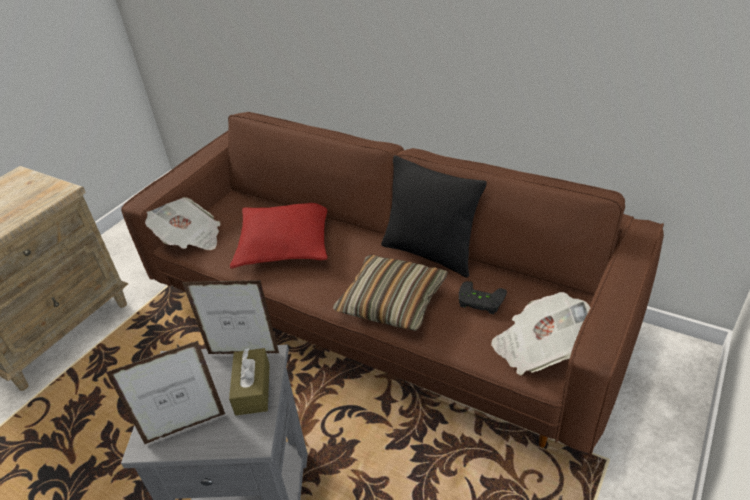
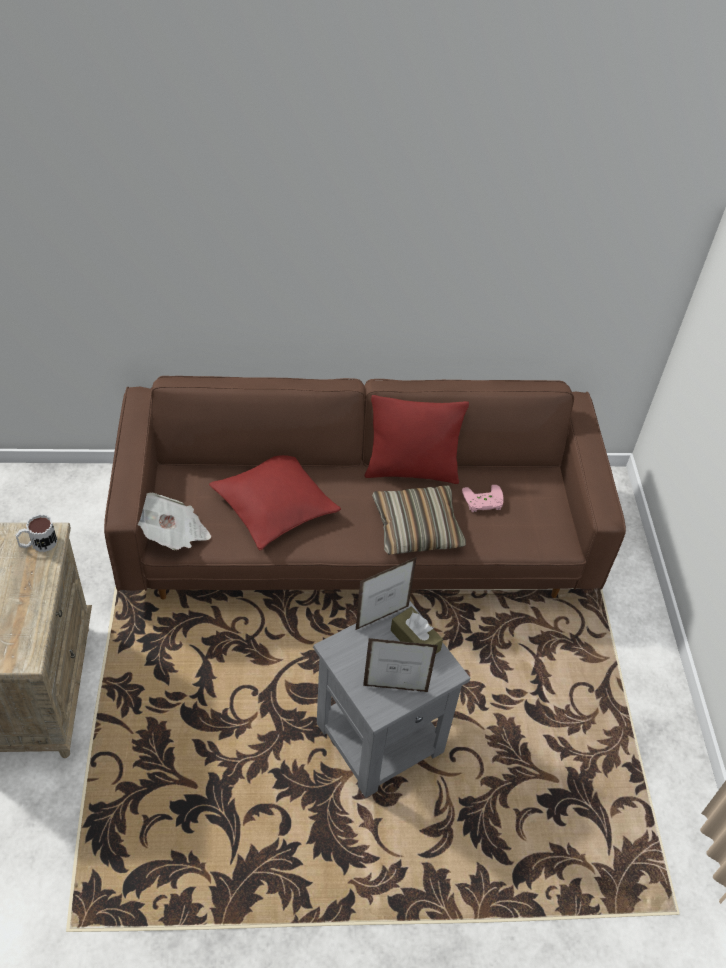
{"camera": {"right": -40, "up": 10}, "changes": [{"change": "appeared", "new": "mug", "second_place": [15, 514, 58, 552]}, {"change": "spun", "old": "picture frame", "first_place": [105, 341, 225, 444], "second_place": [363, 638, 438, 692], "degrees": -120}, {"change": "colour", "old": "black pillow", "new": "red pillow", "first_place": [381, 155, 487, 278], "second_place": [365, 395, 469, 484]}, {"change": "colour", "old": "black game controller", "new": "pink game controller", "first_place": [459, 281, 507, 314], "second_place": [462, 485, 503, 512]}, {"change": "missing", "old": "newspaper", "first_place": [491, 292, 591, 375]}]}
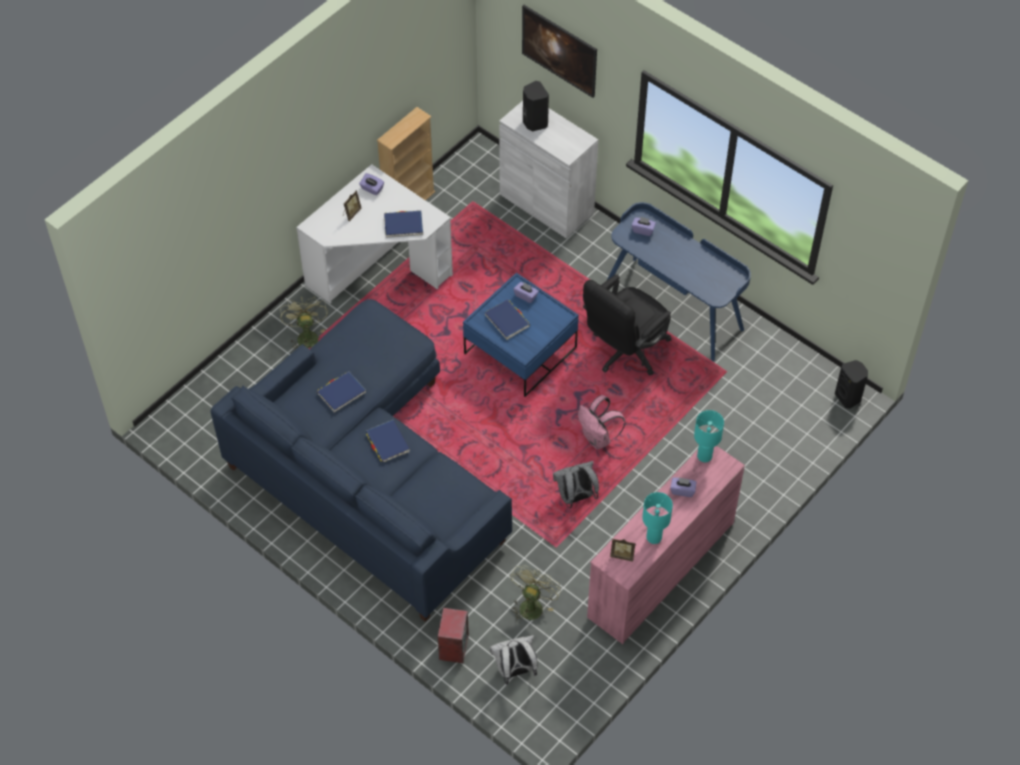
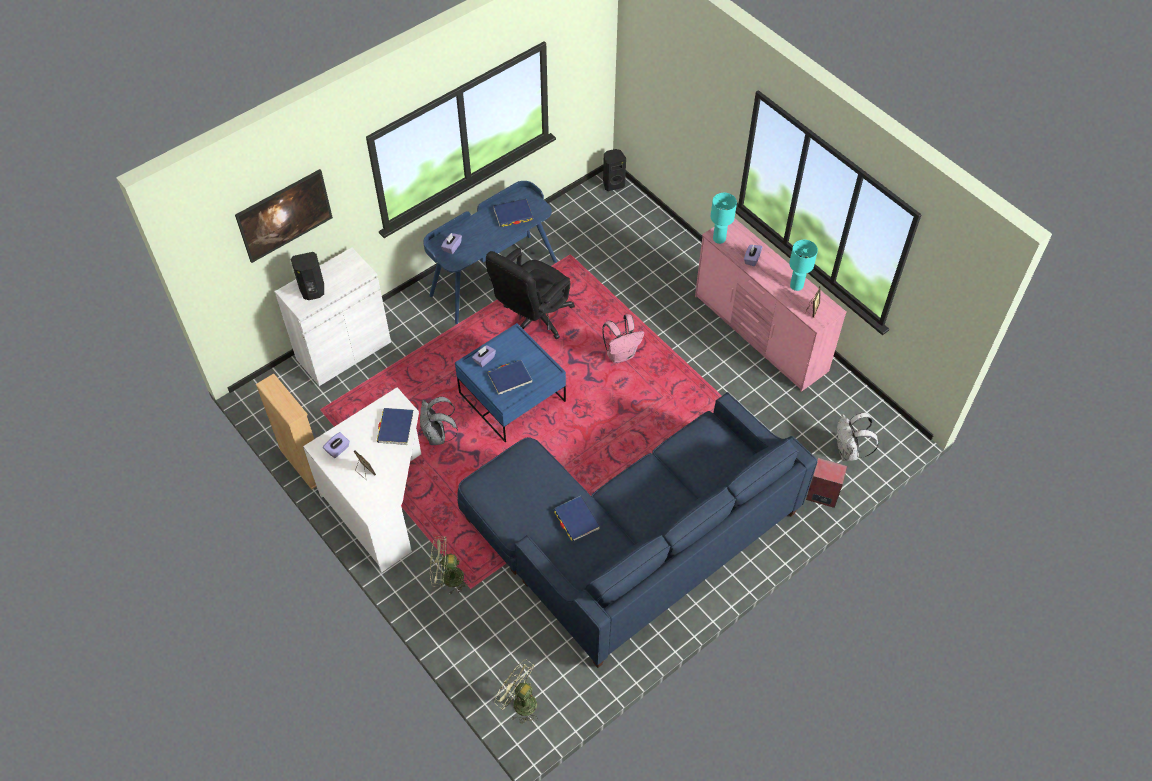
{"camera": {"right": -80, "up": 0}, "changes": [{"change": "relocated", "old": "grey backpack", "first_place": [553, 461, 599, 508], "second_place": [420, 397, 458, 445]}, {"change": "spun", "old": "black office chair", "first_place": [583, 275, 672, 375], "second_place": [486, 248, 575, 340], "degrees": 75}, {"change": "relocated", "old": "blue book", "first_place": [366, 419, 410, 463], "second_place": [493, 199, 533, 227]}, {"change": "relocated", "old": "green fan", "first_place": [510, 566, 561, 623], "second_place": [494, 660, 538, 724]}]}
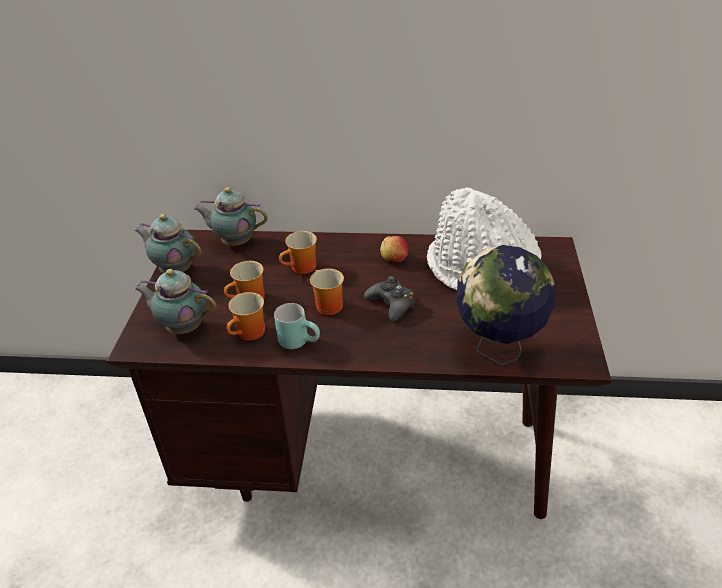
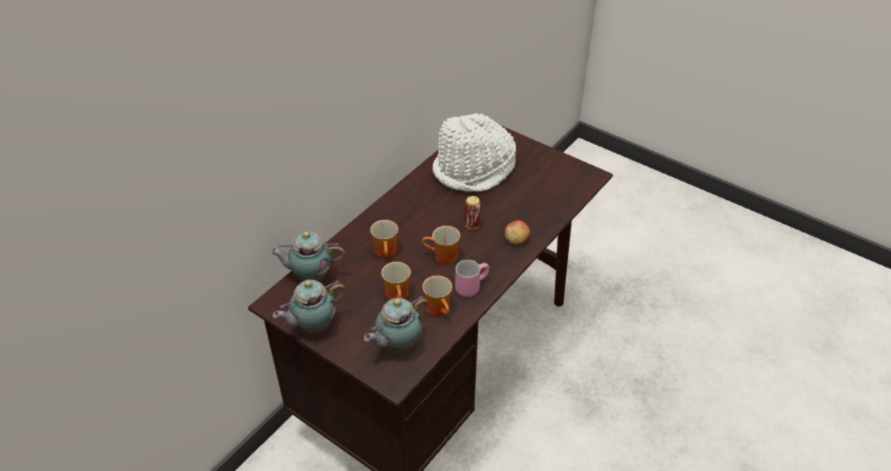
{"camera": {"right": -60, "up": 5}, "changes": [{"change": "spun", "old": "teapot", "first_place": [194, 187, 268, 246], "second_place": [270, 232, 345, 281], "degrees": 45}, {"change": "colour", "old": "turquoise mug", "new": "pink mug", "first_place": [274, 303, 320, 349], "second_place": [455, 260, 489, 297]}, {"change": "exchanged", "old": "black game controller", "new": "can", "first_place": [364, 276, 416, 321], "second_place": [464, 196, 481, 230]}, {"change": "relocated", "old": "apple", "first_place": [380, 236, 408, 262], "second_place": [504, 220, 530, 245]}, {"change": "missing", "old": "globe", "first_place": [457, 245, 556, 366]}]}
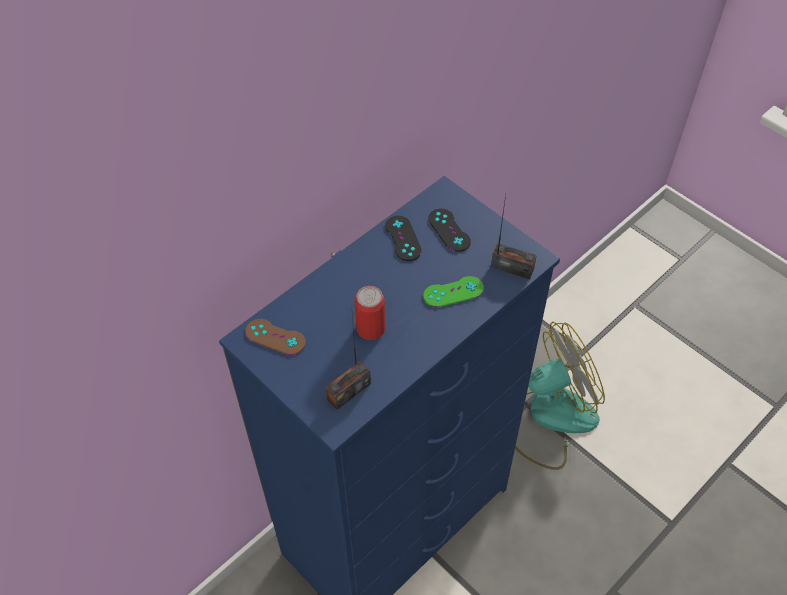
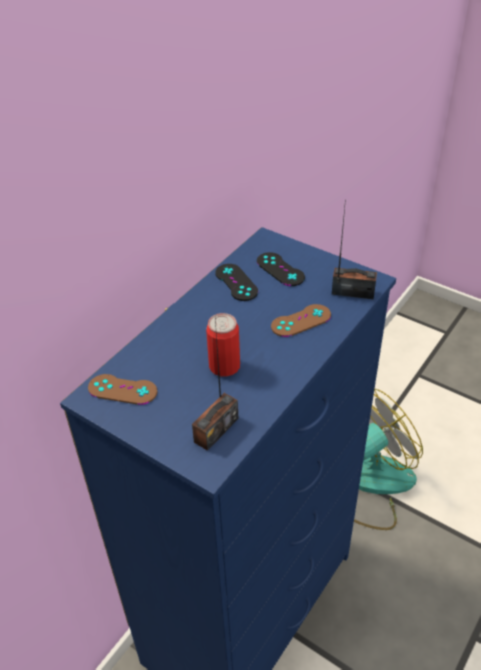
{"camera": {"right": -10, "up": -10}, "changes": [{"change": "colour", "old": "green game controller", "new": "brown game controller", "first_place": [423, 276, 484, 308], "second_place": [271, 304, 331, 337]}]}
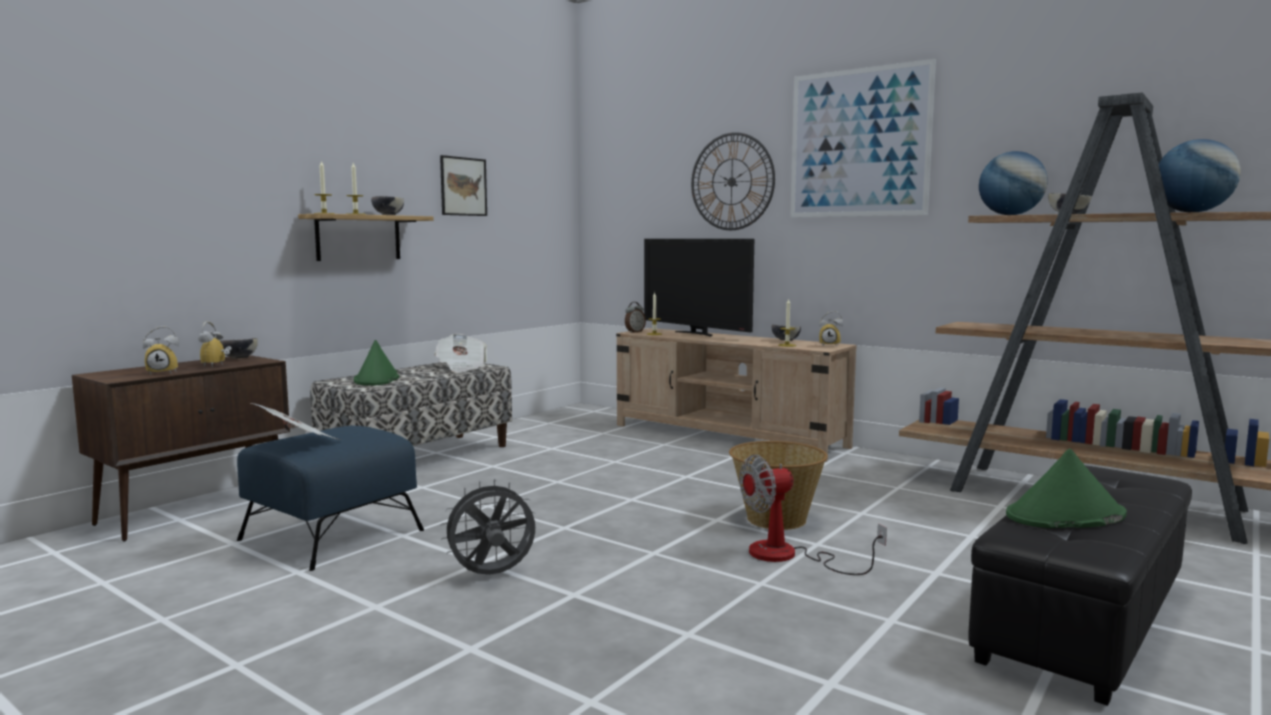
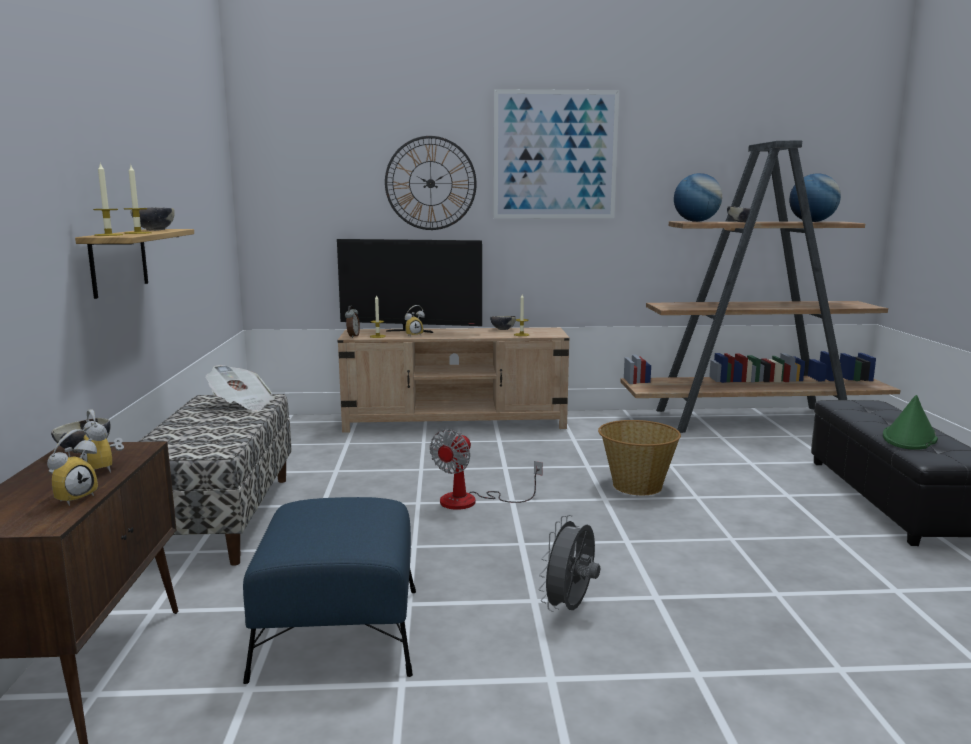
{"camera": {"right": -40, "up": 5}, "changes": [{"change": "relocated", "old": "alarm clock", "first_place": [819, 311, 844, 345], "second_place": [405, 305, 425, 337]}, {"change": "relocated", "old": "fan", "first_place": [739, 455, 887, 575], "second_place": [430, 429, 543, 510]}, {"change": "missing", "old": "newspaper", "first_place": [251, 403, 337, 439]}, {"change": "missing", "old": "green hat", "first_place": [354, 340, 400, 386]}, {"change": "missing", "old": "picture", "first_place": [440, 155, 487, 216]}]}
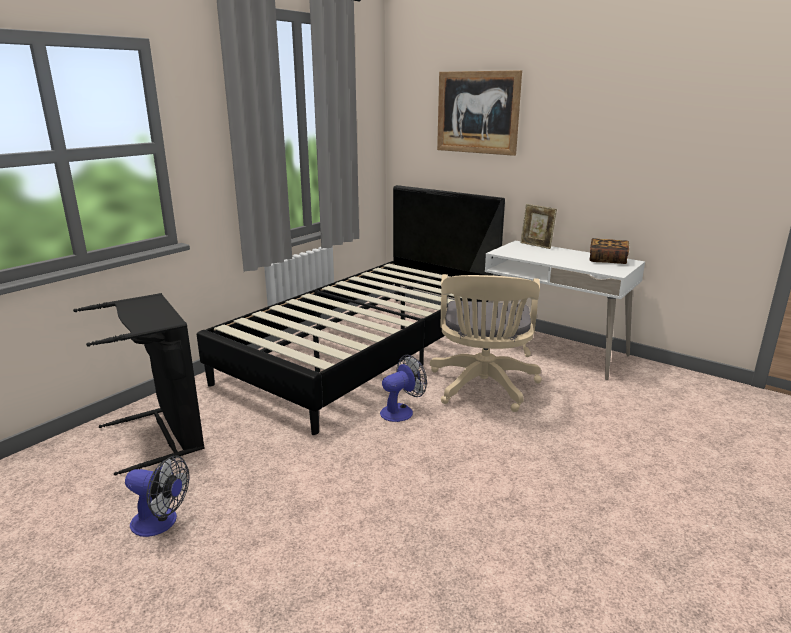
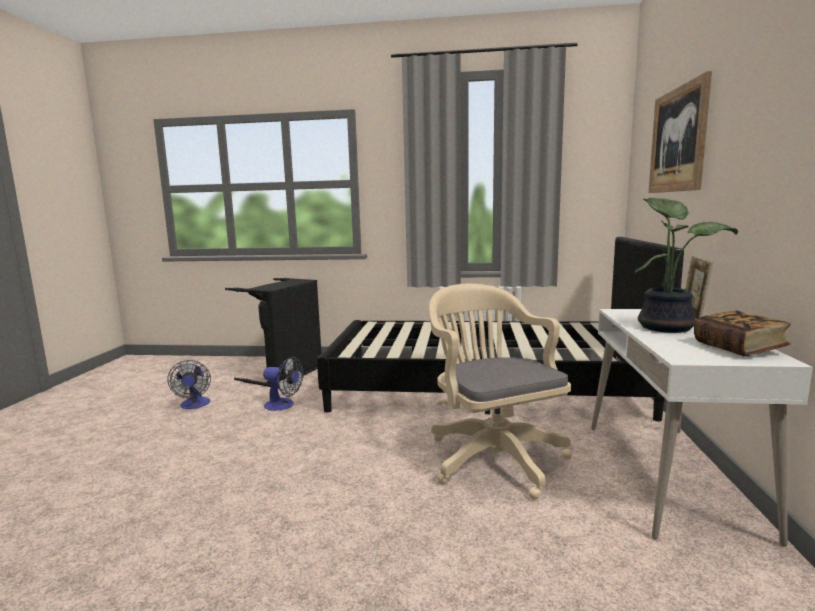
{"camera": {"right": 60, "up": -10}, "changes": [{"change": "relocated", "old": "fan", "first_place": [380, 355, 427, 422], "second_place": [263, 357, 304, 411]}, {"change": "spun", "old": "beige office chair", "first_place": [430, 274, 542, 412], "second_place": [429, 284, 572, 500], "degrees": 90}, {"change": "appeared", "new": "potted plant", "second_place": [635, 198, 738, 333]}]}
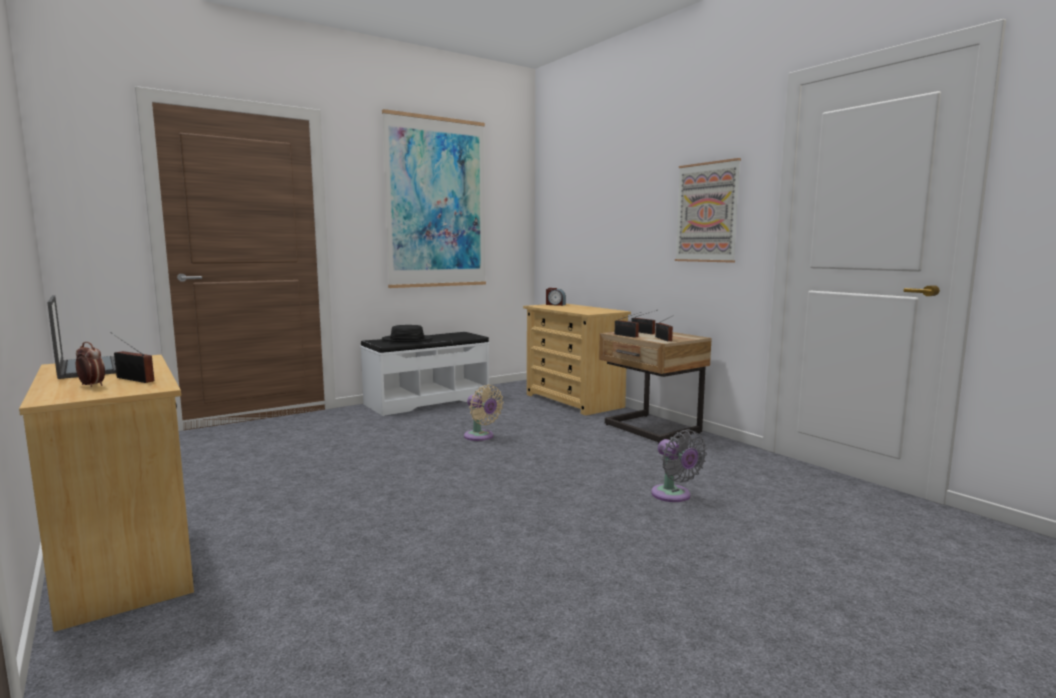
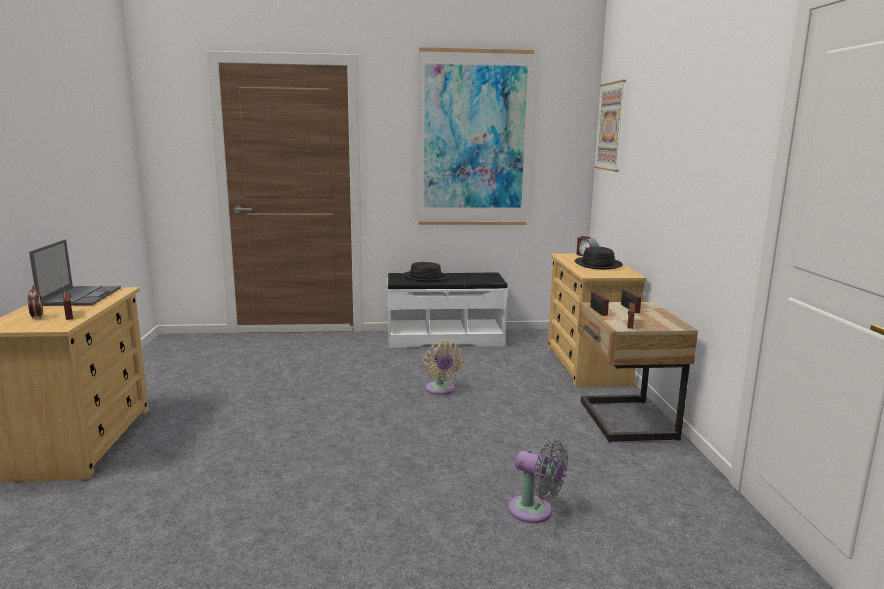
{"camera": {"right": 30, "up": 5}, "changes": [{"change": "spun", "old": "grey fan", "first_place": [651, 429, 707, 502], "second_place": [509, 440, 568, 523], "degrees": -60}, {"change": "appeared", "new": "black hat", "second_place": [575, 247, 623, 269]}, {"change": "relocated", "old": "picture", "first_place": [675, 158, 741, 263], "second_place": [594, 80, 626, 172]}]}
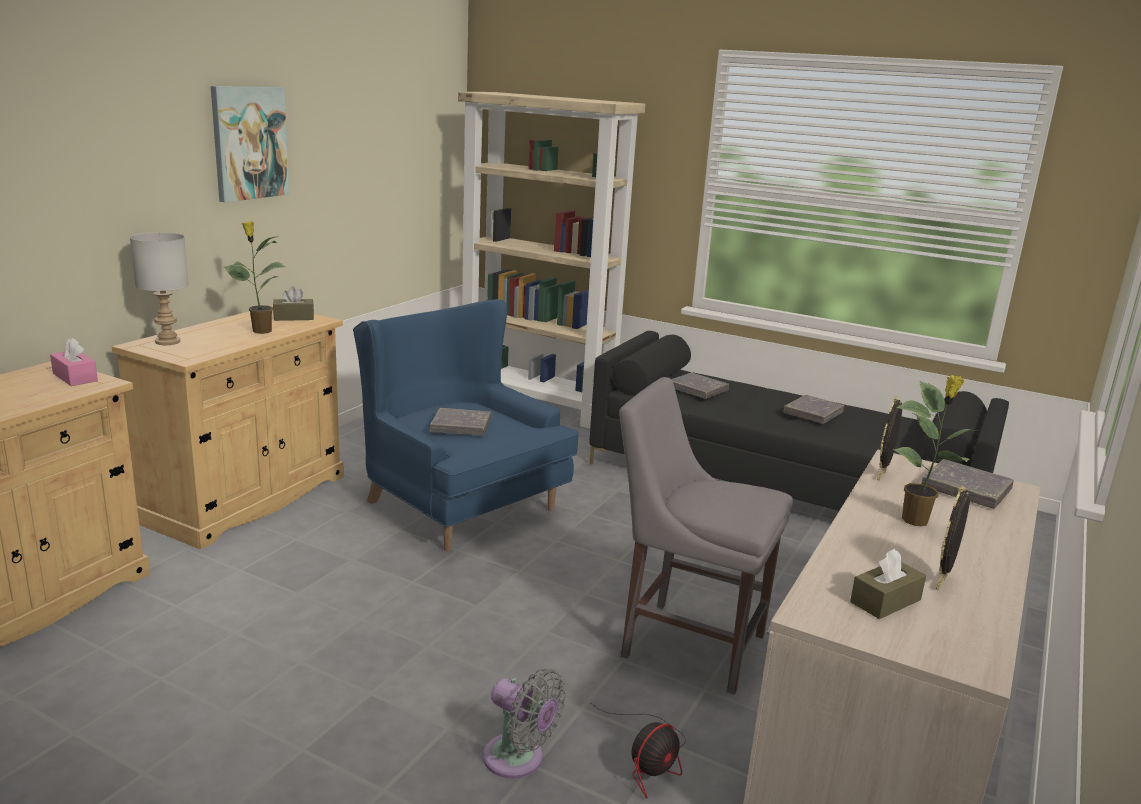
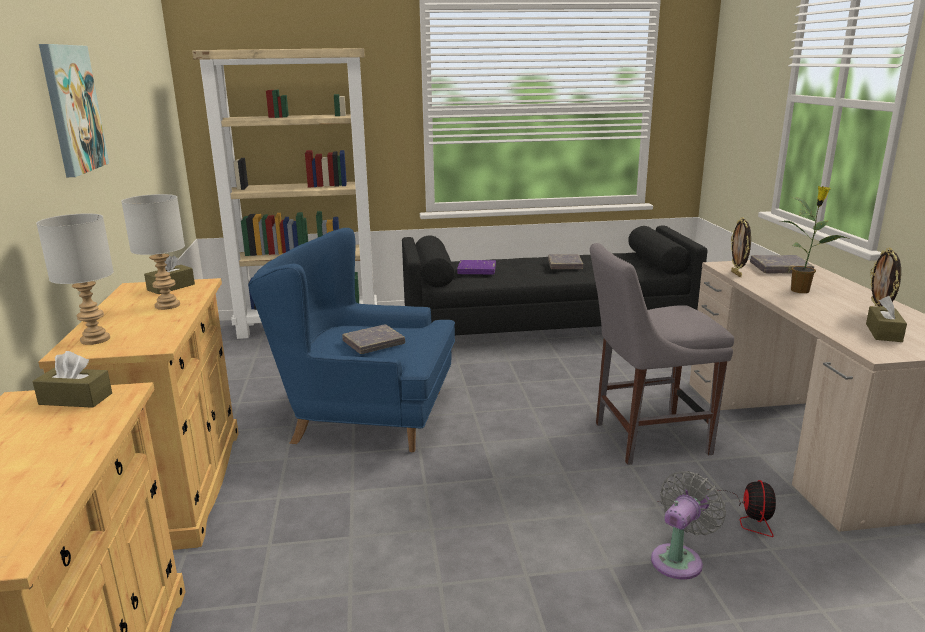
{"camera": {"right": -35, "up": 0}, "changes": [{"change": "colour", "old": "pink tissue box", "new": "brown tissue box", "first_place": [50, 337, 98, 386], "second_place": [32, 351, 112, 408]}, {"change": "exchanged", "old": "potted plant", "new": "grey table lamp", "first_place": [224, 221, 286, 334], "second_place": [121, 194, 185, 310]}, {"change": "colour", "old": "grey book", "new": "purple book", "first_place": [671, 373, 729, 399], "second_place": [457, 260, 496, 275]}, {"change": "spun", "old": "grey fan", "first_place": [483, 669, 566, 778], "second_place": [651, 471, 726, 580], "degrees": -45}]}
